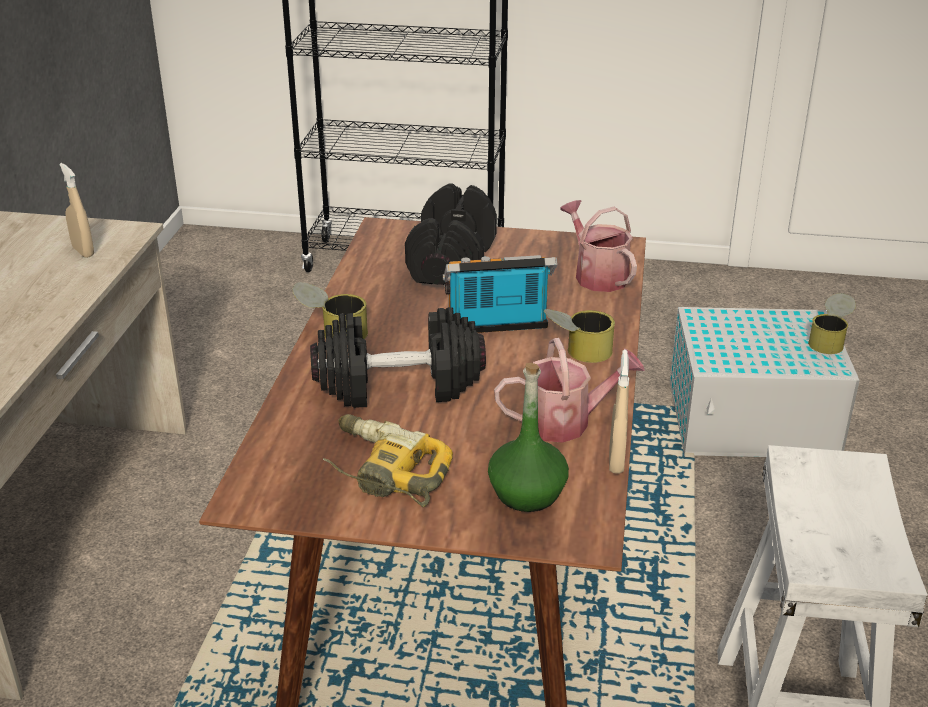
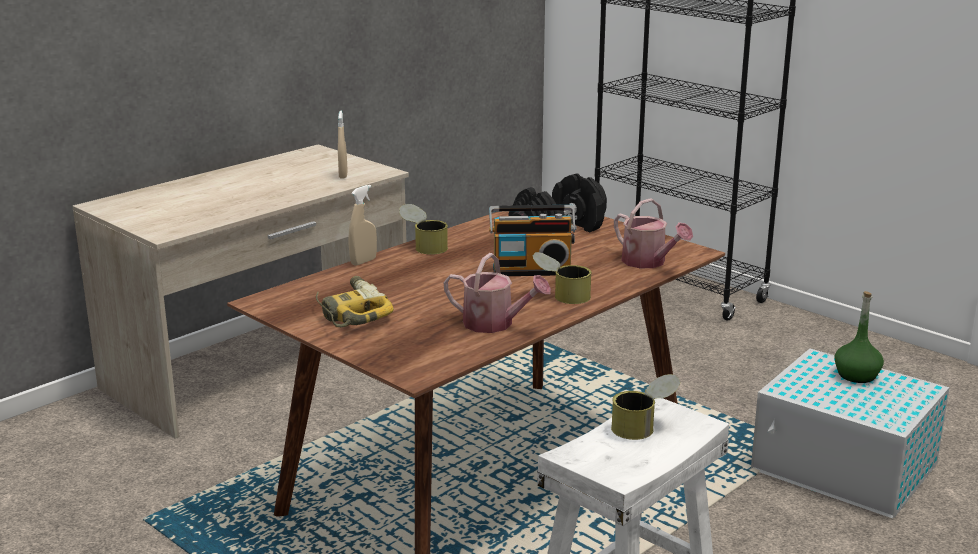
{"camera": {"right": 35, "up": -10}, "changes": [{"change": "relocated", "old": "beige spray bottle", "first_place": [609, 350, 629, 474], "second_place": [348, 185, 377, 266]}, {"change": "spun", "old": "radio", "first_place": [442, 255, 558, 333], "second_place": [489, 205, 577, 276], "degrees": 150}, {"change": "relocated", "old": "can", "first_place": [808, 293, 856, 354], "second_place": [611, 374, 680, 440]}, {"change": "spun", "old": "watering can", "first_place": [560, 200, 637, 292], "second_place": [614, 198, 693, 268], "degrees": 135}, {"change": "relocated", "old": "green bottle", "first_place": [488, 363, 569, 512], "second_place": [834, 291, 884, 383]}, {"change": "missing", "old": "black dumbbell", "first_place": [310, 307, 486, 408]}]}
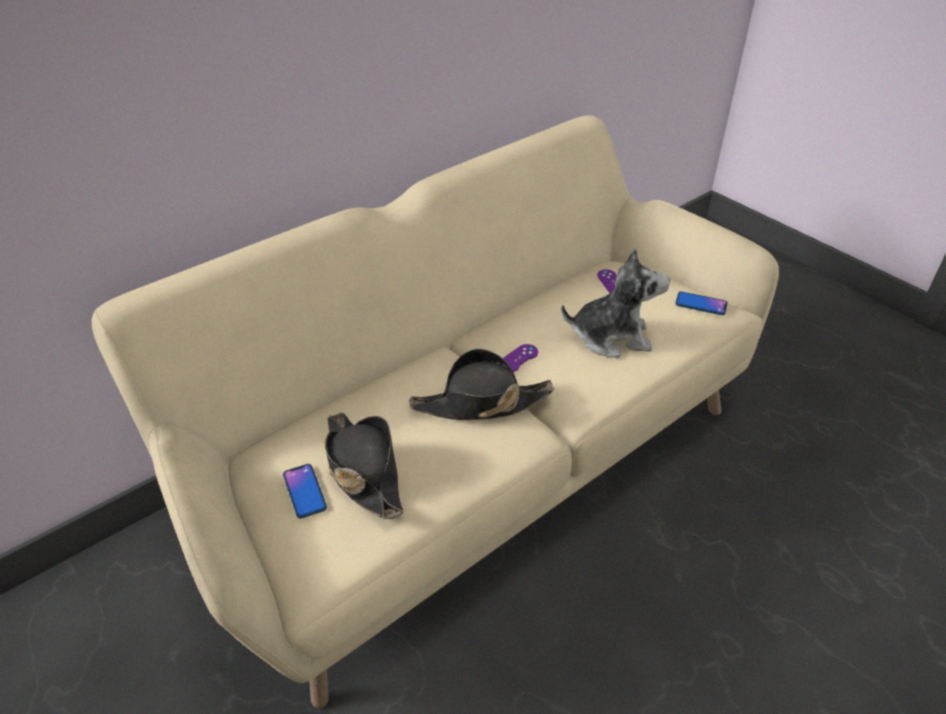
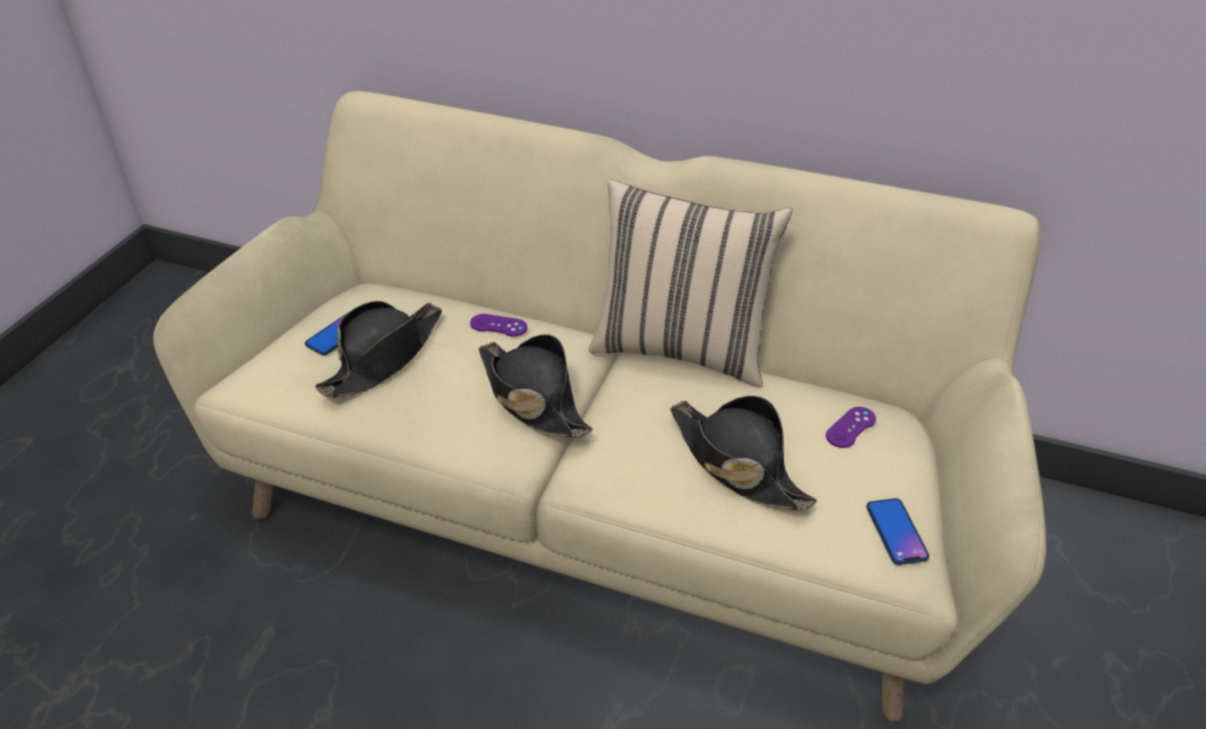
{"camera": {"right": 60, "up": 0}, "changes": [{"change": "relocated", "old": "purple game controller", "first_place": [503, 344, 538, 372], "second_place": [470, 314, 528, 337]}, {"change": "appeared", "new": "beige pillow", "second_place": [588, 179, 792, 388]}, {"change": "exchanged", "old": "plush toy", "new": "black hat", "first_place": [561, 247, 670, 358], "second_place": [670, 396, 817, 510]}]}
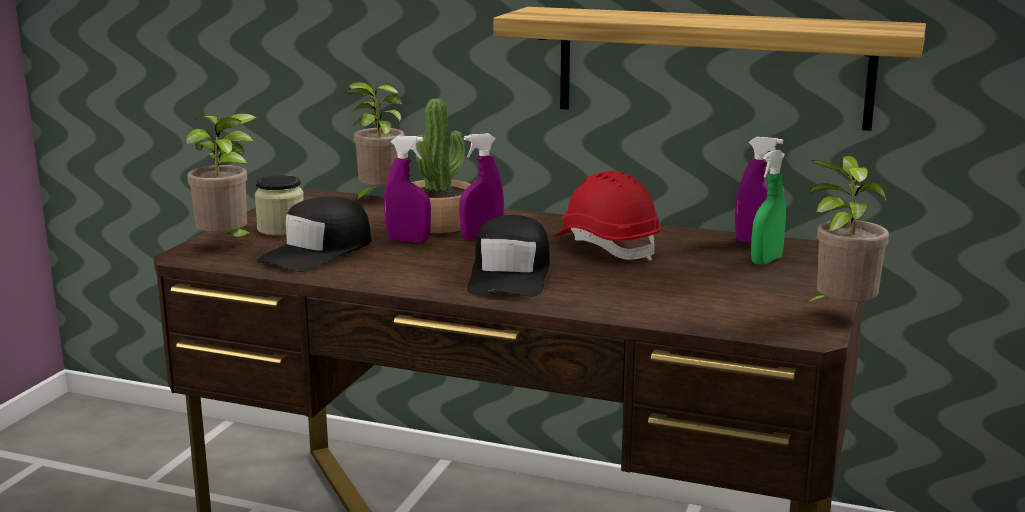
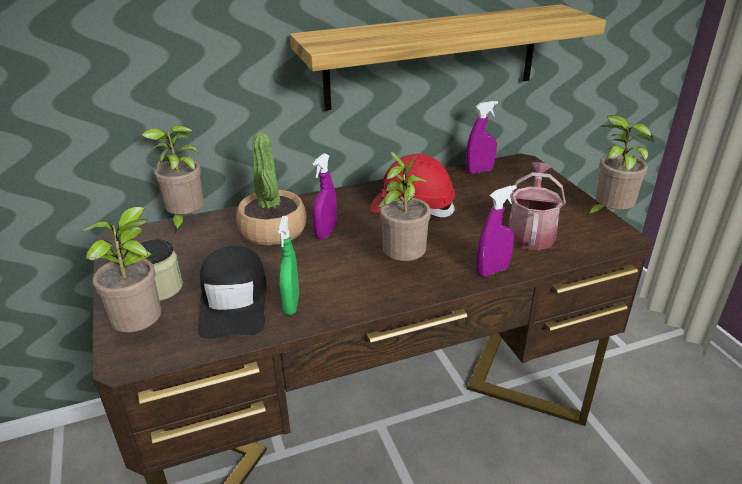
{"camera": {"right": -40, "up": 15}, "changes": [{"change": "relocated", "old": "green spray bottle", "first_place": [751, 150, 786, 265], "second_place": [278, 216, 299, 315]}, {"change": "exchanged", "old": "black cap", "new": "potted plant", "first_place": [467, 215, 550, 296], "second_place": [378, 152, 431, 261]}, {"change": "relocated", "old": "purple spray bottle", "first_place": [384, 136, 431, 243], "second_place": [476, 185, 517, 276]}, {"change": "appeared", "new": "watering can", "second_place": [508, 162, 566, 250]}]}
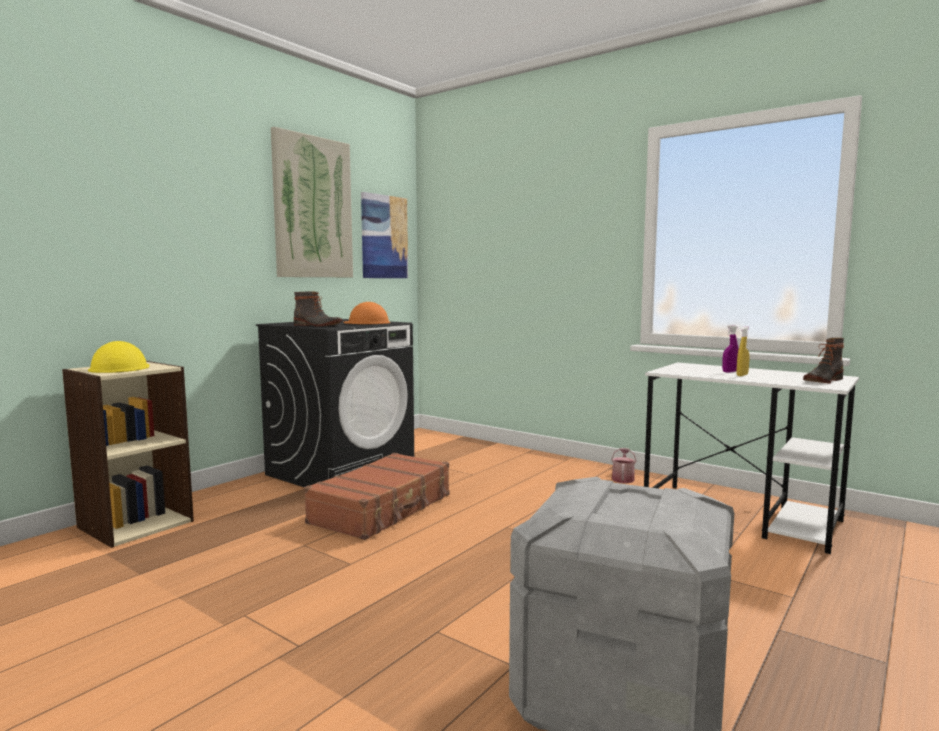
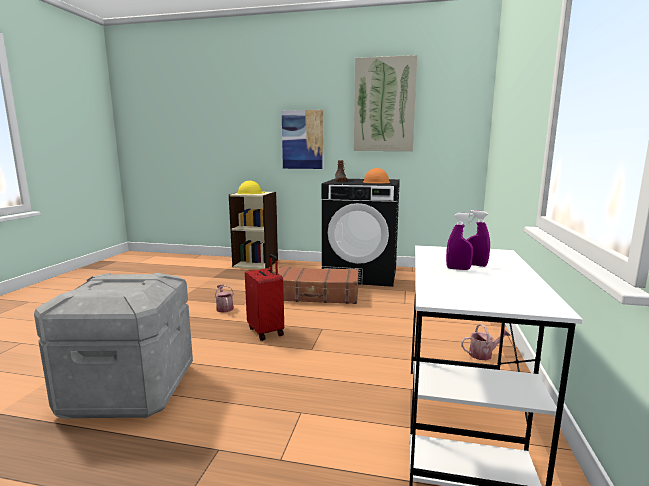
{"camera": {"right": 65, "up": 5}, "changes": [{"change": "appeared", "new": "watering can", "second_place": [215, 285, 234, 313]}, {"change": "appeared", "new": "red suitcase", "second_place": [245, 254, 284, 341]}, {"change": "relocated", "old": "picture", "first_place": [361, 192, 408, 278], "second_place": [282, 110, 324, 169]}, {"change": "colour", "old": "yellow spray bottle", "new": "purple spray bottle", "first_place": [736, 326, 750, 376], "second_place": [446, 213, 473, 270]}, {"change": "missing", "old": "boot", "first_place": [803, 338, 844, 384]}]}
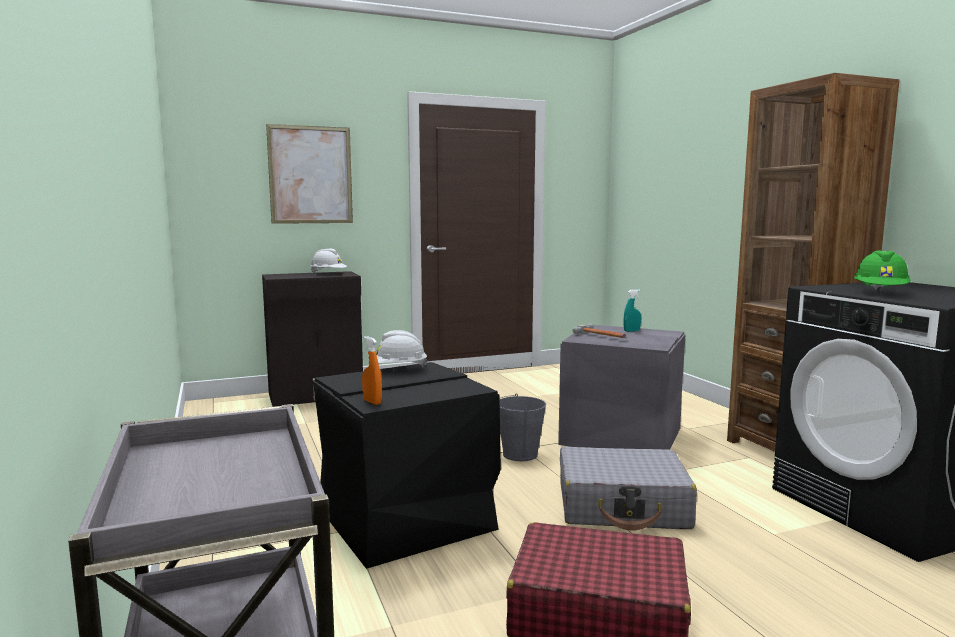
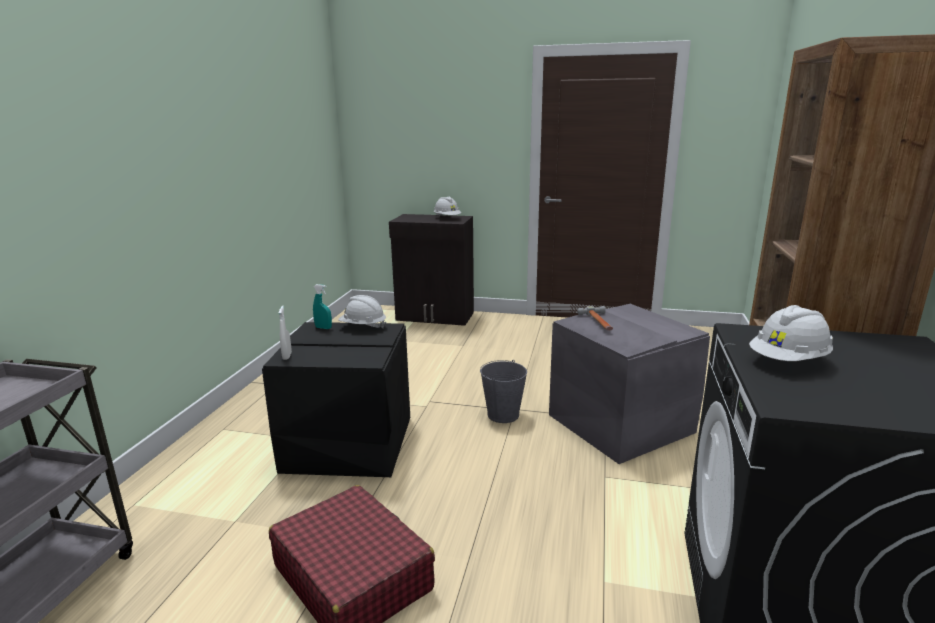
{"camera": {"right": 35, "up": 10}, "changes": [{"change": "colour", "old": "orange spray bottle", "new": "white spray bottle", "first_place": [362, 336, 382, 405], "second_place": [279, 306, 292, 360]}, {"change": "relocated", "old": "turquoise spray bottle", "first_place": [624, 289, 641, 332], "second_place": [313, 284, 332, 329]}, {"change": "colour", "old": "green hard hat", "new": "white hard hat", "first_place": [854, 250, 911, 290], "second_place": [749, 305, 833, 361]}, {"change": "missing", "old": "picture", "first_place": [266, 124, 353, 224]}, {"change": "missing", "old": "grey suitcase", "first_place": [560, 446, 697, 530]}]}
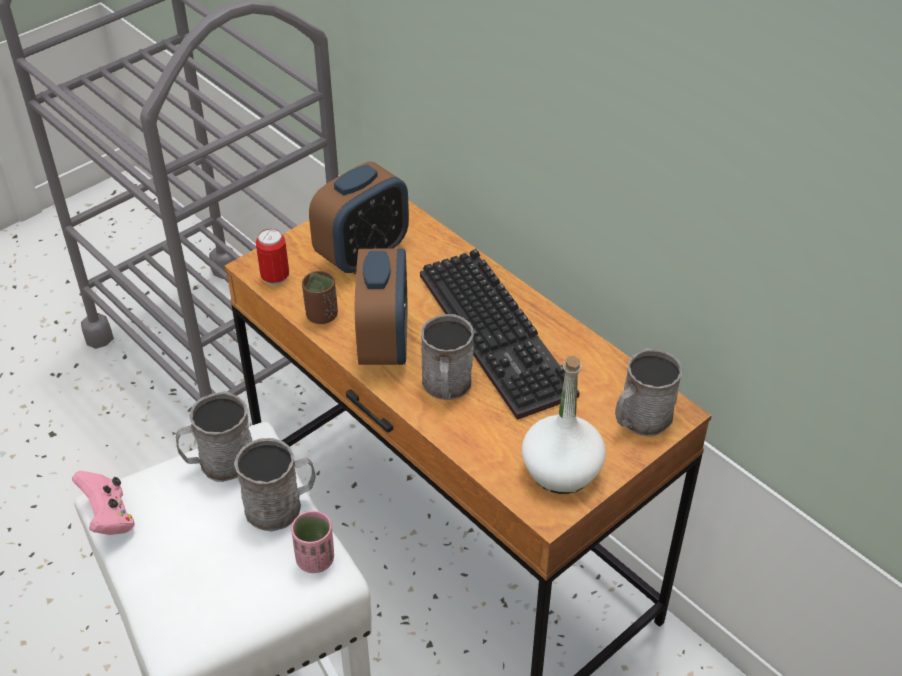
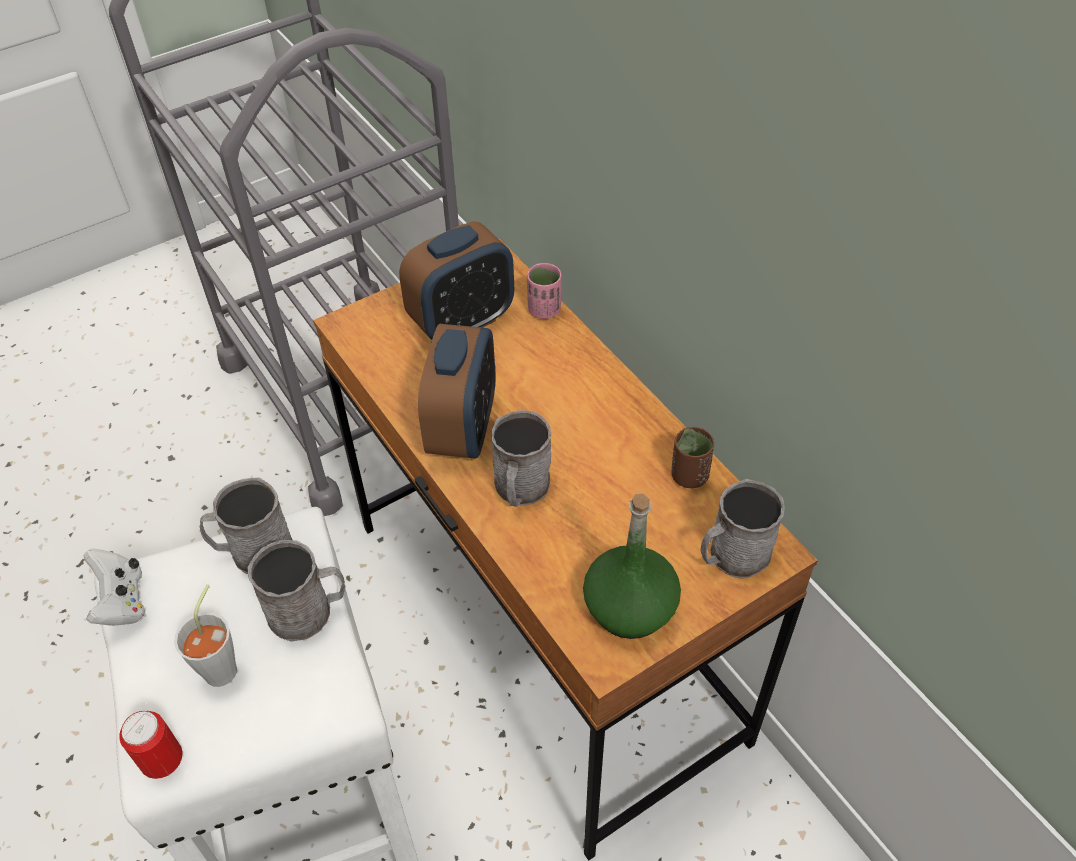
{"camera": {"right": 10, "up": 5}, "changes": [{"change": "colour", "old": "pink game controller", "new": "white game controller", "first_place": [72, 471, 135, 535], "second_place": [84, 549, 145, 626]}, {"change": "relocated", "old": "can", "first_place": [256, 229, 289, 285], "second_place": [119, 711, 183, 779]}, {"change": "appeared", "new": "grey cup", "second_place": [174, 584, 237, 687]}, {"change": "relocated", "old": "pink cup", "first_place": [291, 510, 334, 573], "second_place": [527, 263, 561, 319]}, {"change": "colour", "old": "white bottle", "new": "green bottle", "first_place": [522, 356, 606, 494], "second_place": [583, 494, 681, 639]}, {"change": "relocated", "old": "brown cup", "first_place": [302, 271, 338, 324], "second_place": [671, 427, 714, 488]}, {"change": "missing", "old": "keyboard", "first_place": [420, 249, 580, 420]}]}
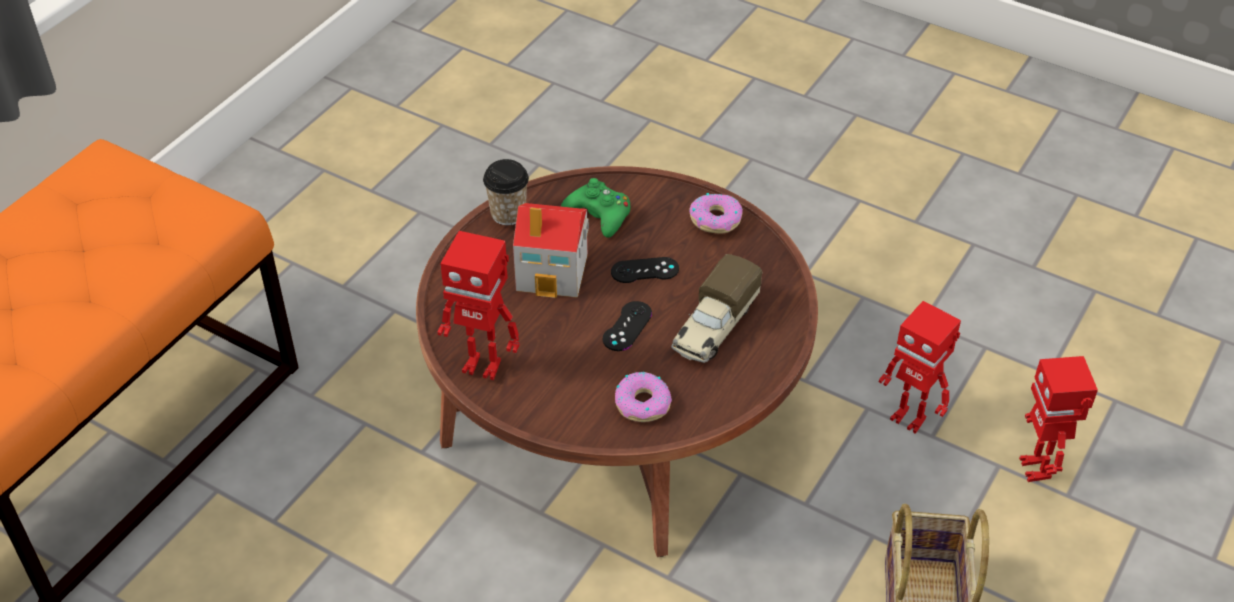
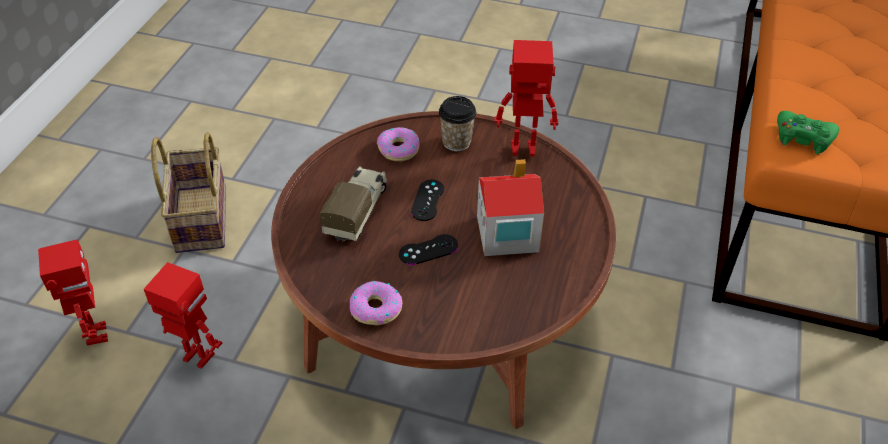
{"camera": {"right": 165, "up": 0}, "changes": [{"change": "relocated", "old": "cup", "first_place": [483, 159, 529, 225], "second_place": [439, 96, 476, 151]}, {"change": "relocated", "old": "green game controller", "first_place": [561, 178, 630, 238], "second_place": [777, 111, 839, 155]}]}
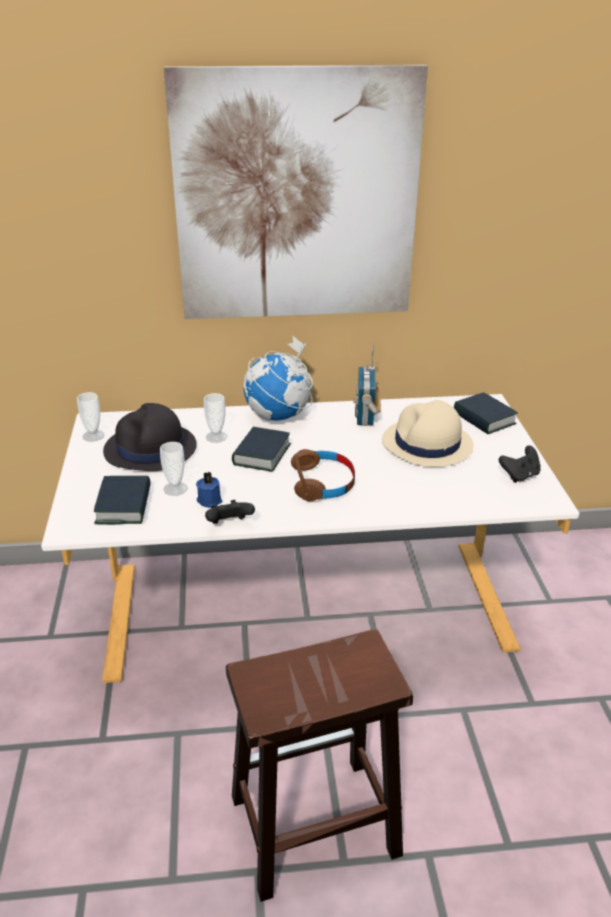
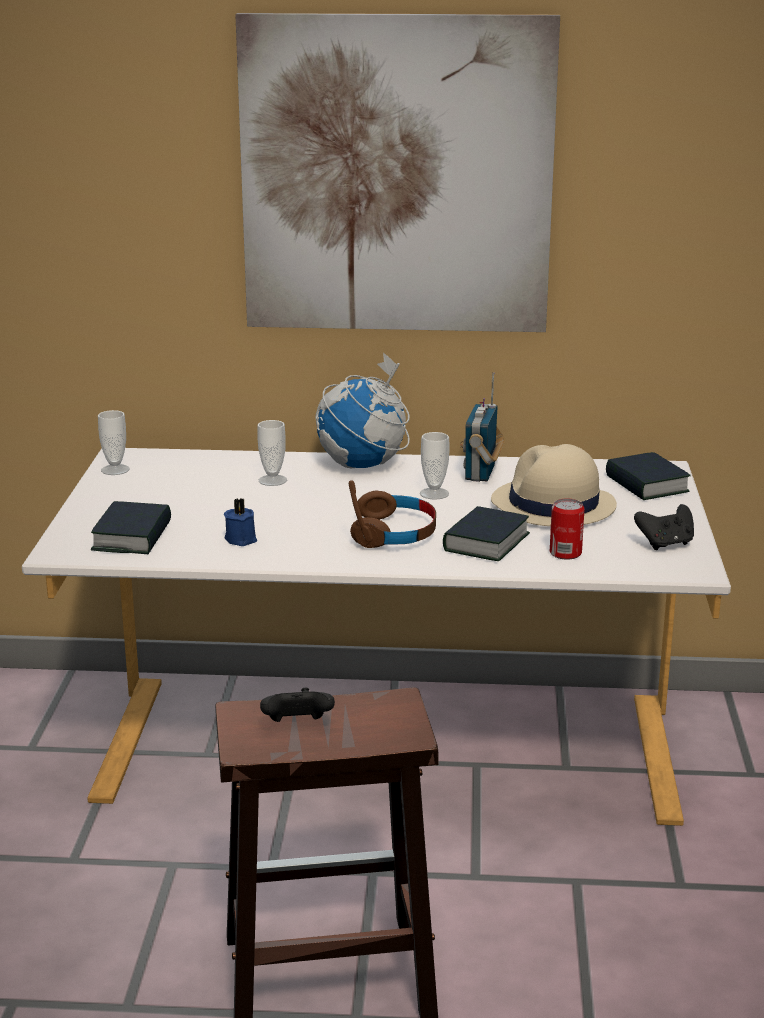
{"camera": {"right": 10, "up": -10}, "changes": [{"change": "relocated", "old": "black game controller", "first_place": [205, 500, 255, 524], "second_place": [260, 688, 335, 722]}, {"change": "relocated", "old": "cup", "first_place": [160, 442, 187, 496], "second_place": [420, 432, 450, 500]}, {"change": "relocated", "old": "book", "first_place": [232, 427, 291, 472], "second_place": [443, 506, 530, 561]}, {"change": "appeared", "new": "can", "second_place": [550, 499, 585, 560]}, {"change": "missing", "old": "black hat", "first_place": [103, 403, 197, 471]}]}
